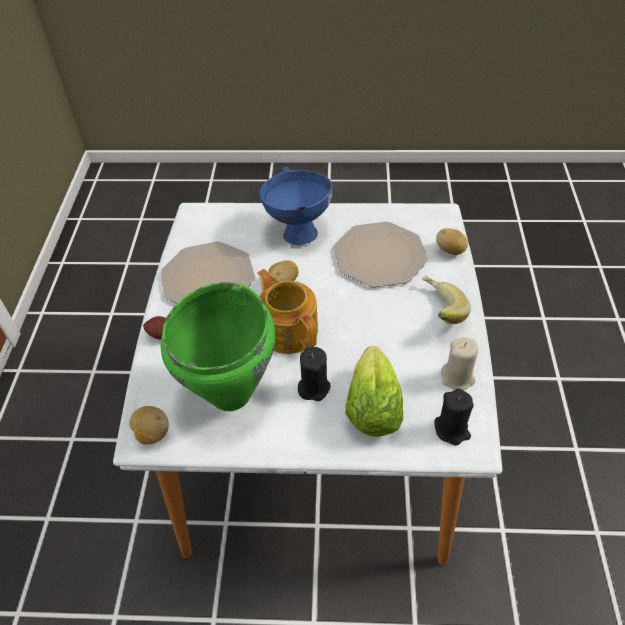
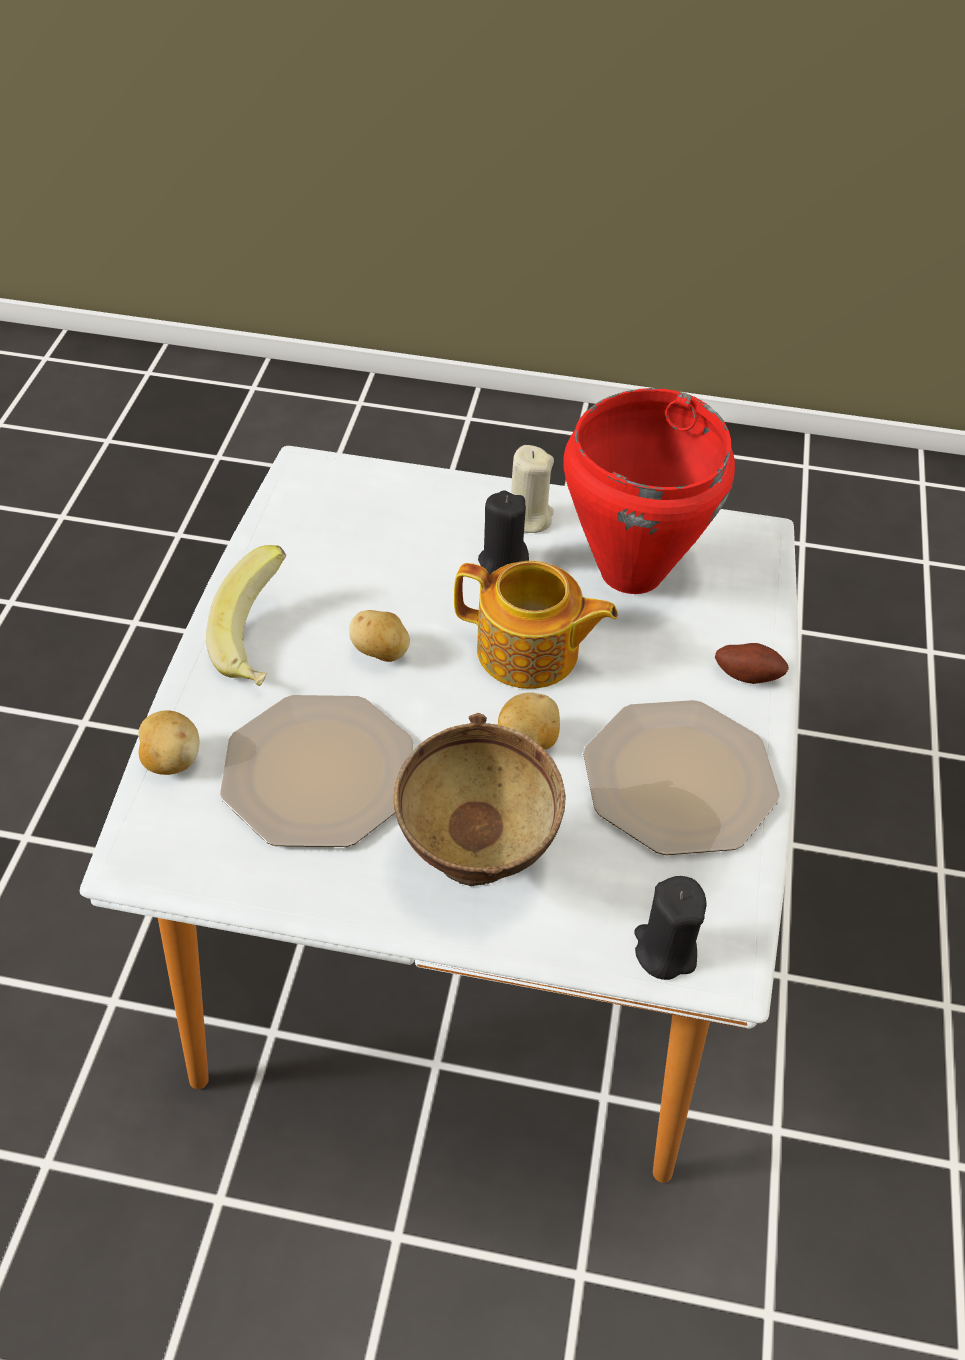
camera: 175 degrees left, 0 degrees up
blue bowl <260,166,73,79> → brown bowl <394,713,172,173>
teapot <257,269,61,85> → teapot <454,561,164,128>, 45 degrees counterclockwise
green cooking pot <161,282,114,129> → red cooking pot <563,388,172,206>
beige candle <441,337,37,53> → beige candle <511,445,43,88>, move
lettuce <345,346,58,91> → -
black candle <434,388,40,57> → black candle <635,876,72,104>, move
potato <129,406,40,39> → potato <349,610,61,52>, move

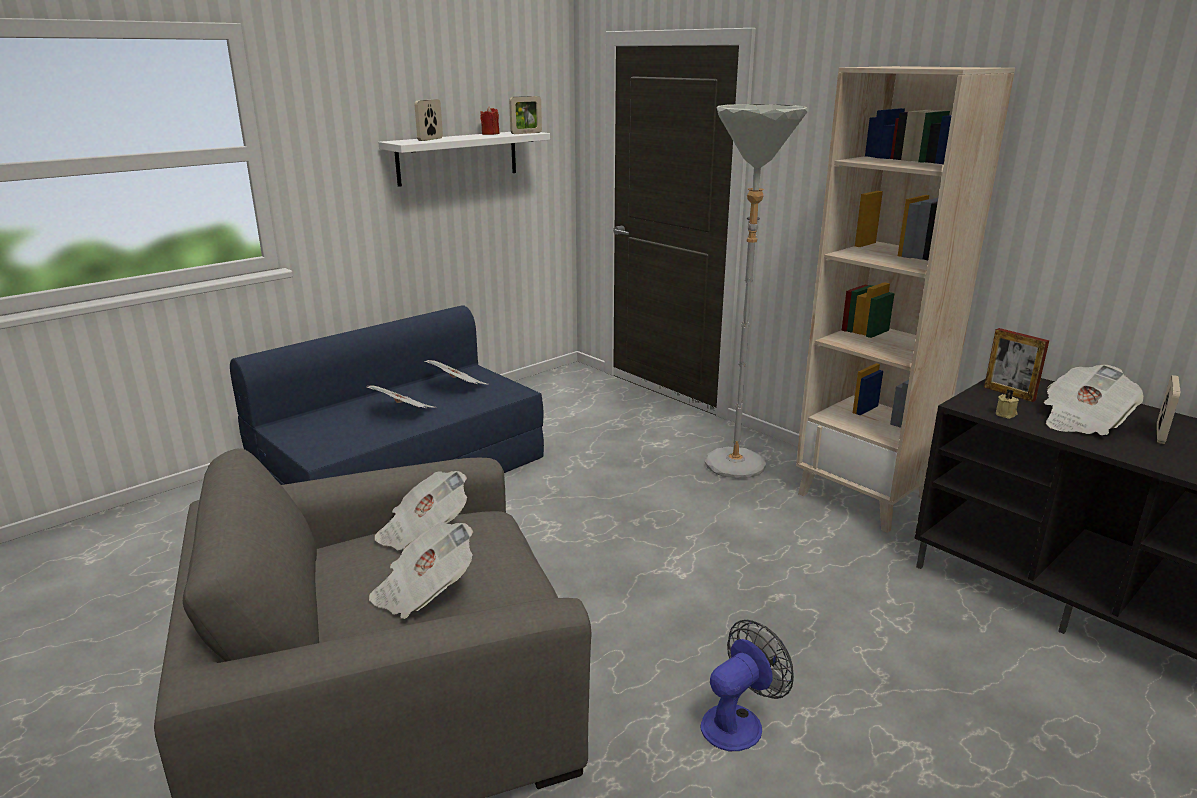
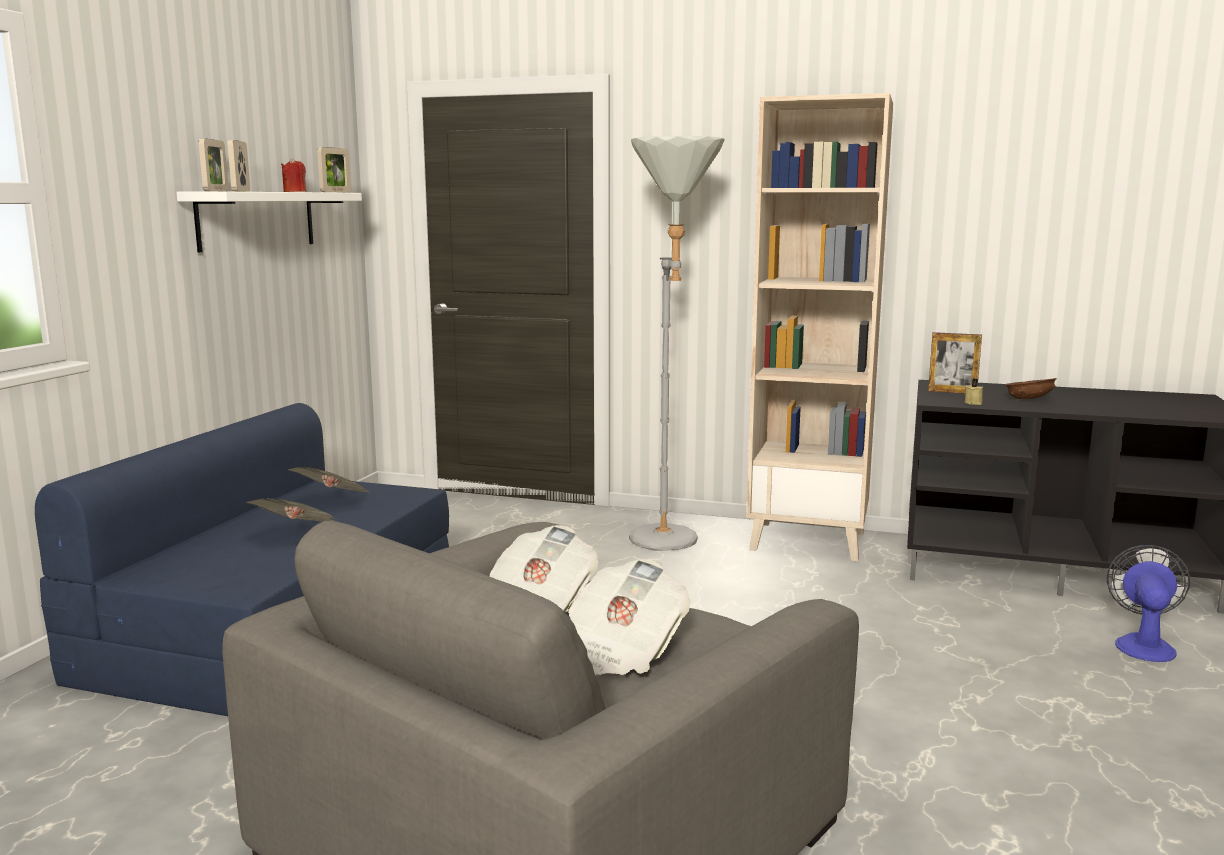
camera: 30 degrees left, 10 degrees down
newspaper <1044,365,100,70> → brown bowl <1005,378,51,21>
picture frame <1156,375,24,69> → picture frame <199,139,29,52>, move
fan <700,620,94,131> → fan <1107,545,83,117>, move

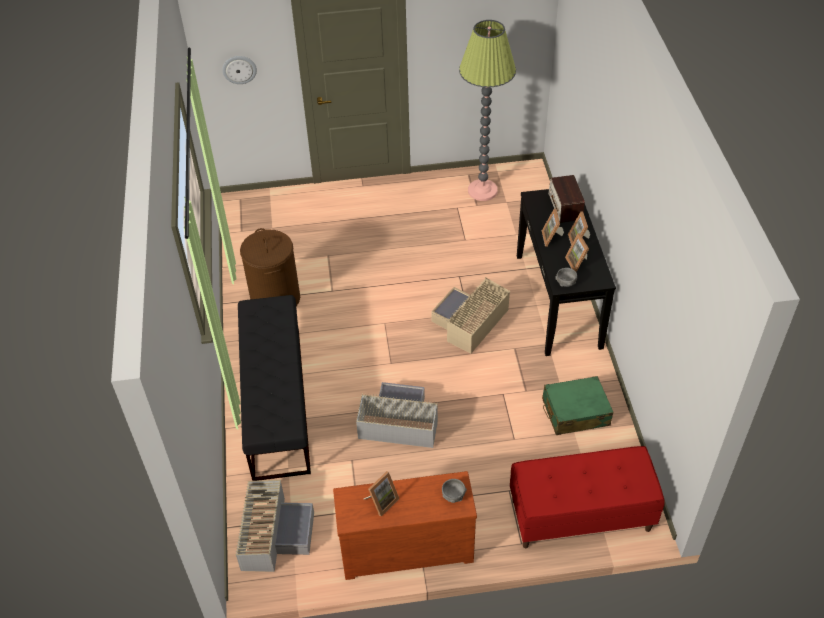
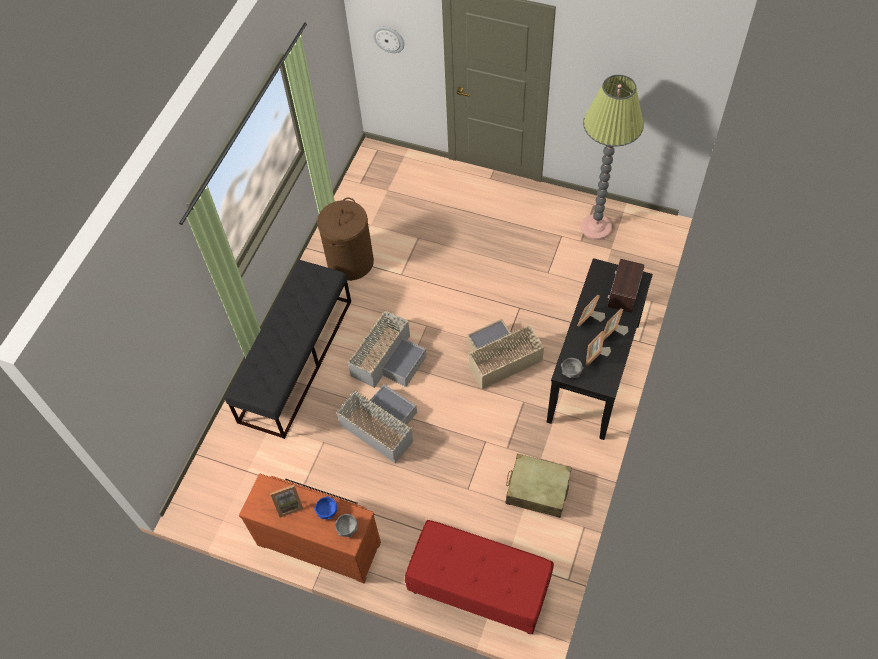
camera: 30 degrees right, 10 degrees up
green suitcase <542,376,71,59> → beige suitcase <506,454,66,64>
grey storage box <235,480,79,92> → grey storage box <348,310,79,78>, move
- → blue bowl <314,496,23,23>

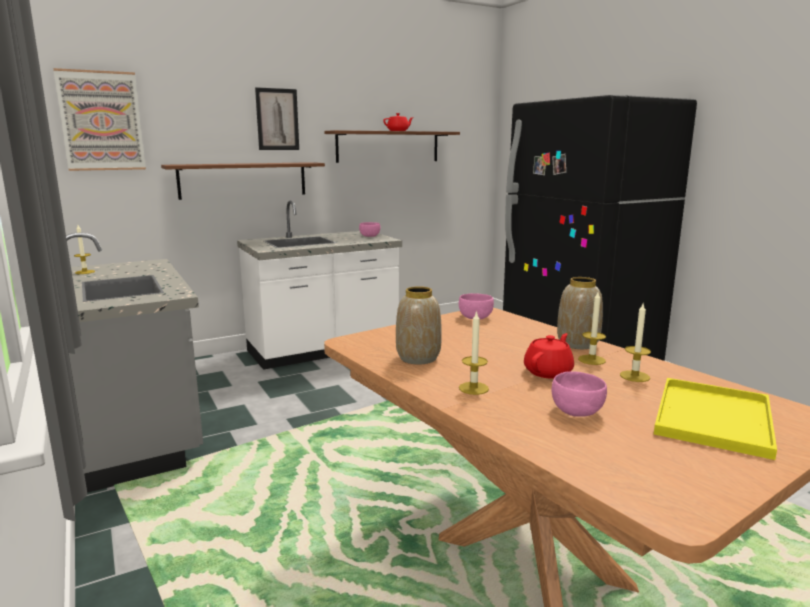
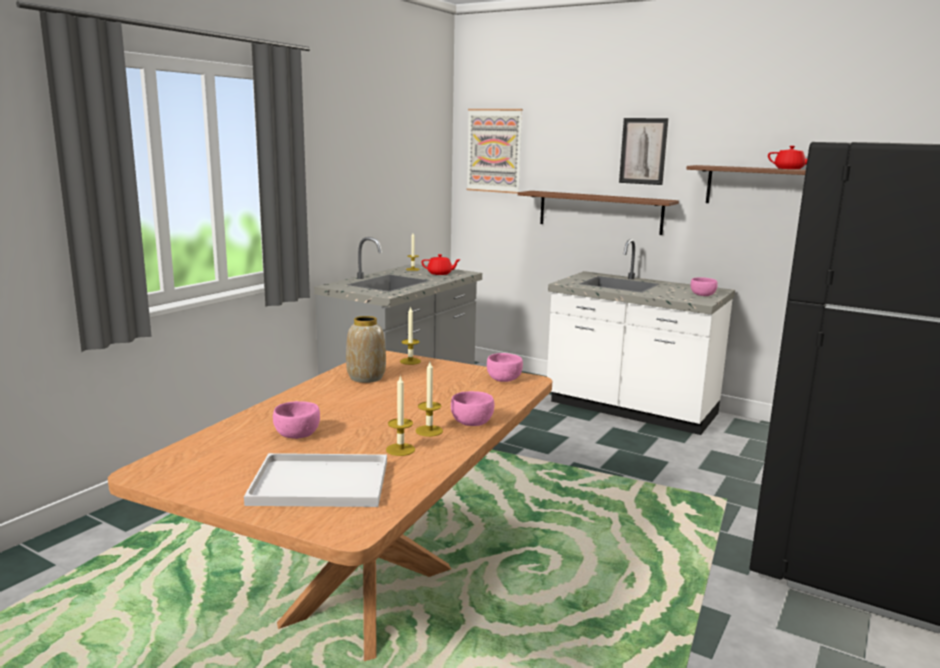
camera: 60 degrees right, 0 degrees up
vase <557,277,46,72> → pink bowl <451,391,43,35>
candle <459,311,30,84> → candle <400,306,21,59>, move
red teapot <524,333,50,46> → red teapot <421,254,40,21>, move
yellow tray <654,378,123,82> → white tray <244,453,143,54>

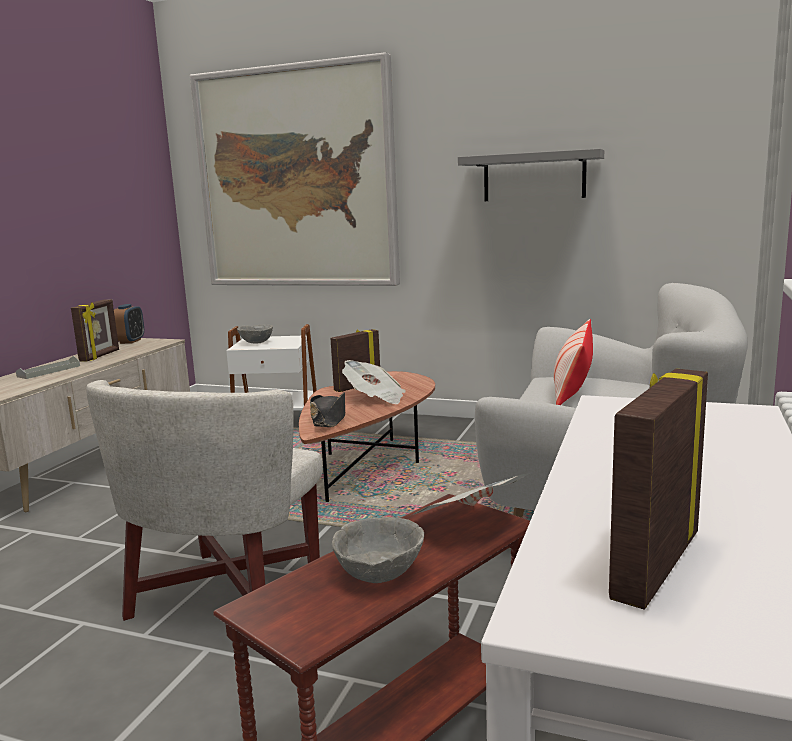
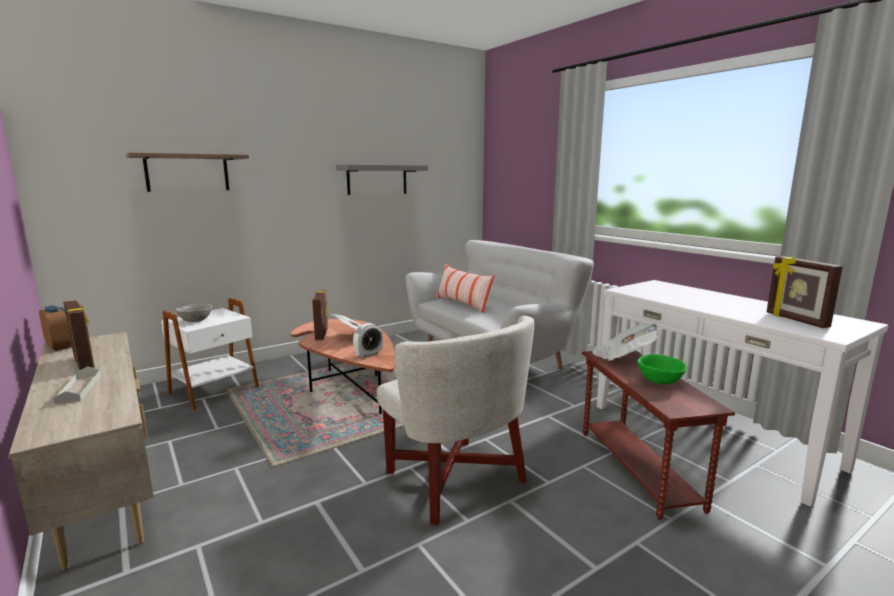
camera: 55 degrees left, 0 degrees up
picture <190,52,210,234> → shelf <126,152,123,40>
black hat <310,392,35,35> → alarm clock <353,323,30,35>
grey bowl <332,517,92,66> → green bowl <637,354,50,31>

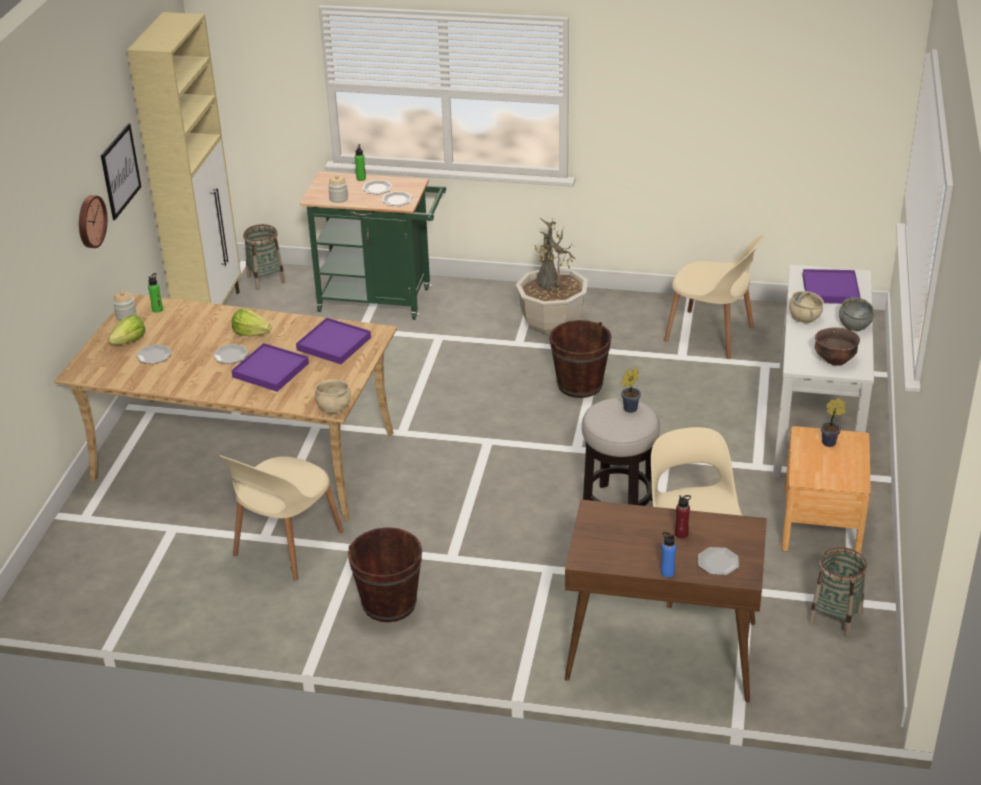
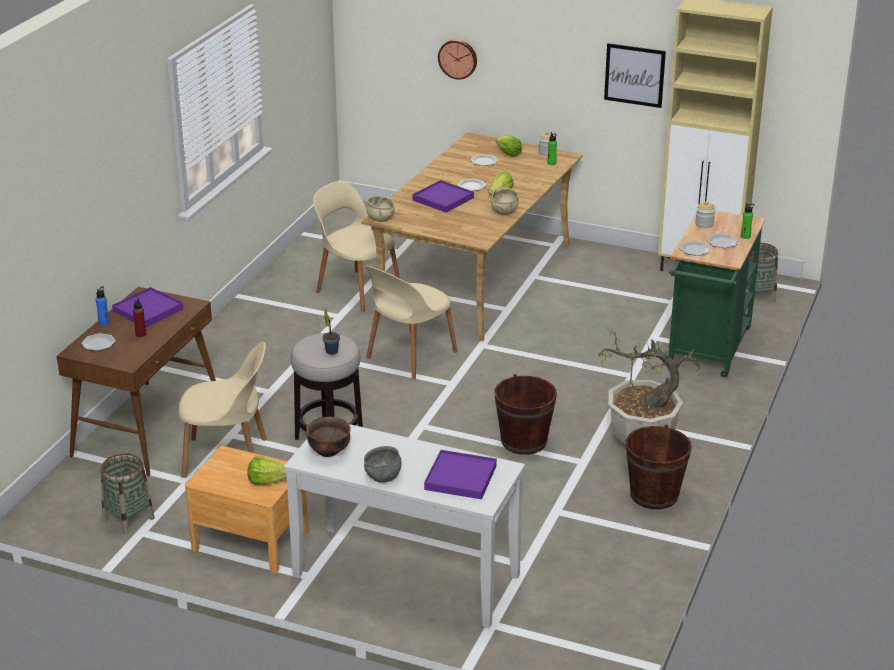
camera: 100 degrees right, 5 degrees down
wall clock <79,195,28,53> → wall clock <438,39,39,41>, move
beige chair <664,235,100,124> → beige chair <365,266,93,113>, move
beige bowl <789,291,35,32> → beige bowl <491,188,28,27>, move
purple tray <296,318,75,46> → purple tray <112,287,71,40>, move
potted plant <821,398,25,49> → lettuce <248,456,39,29>
brown bucket <348,527,74,95> → brown bucket <625,425,67,84>, move

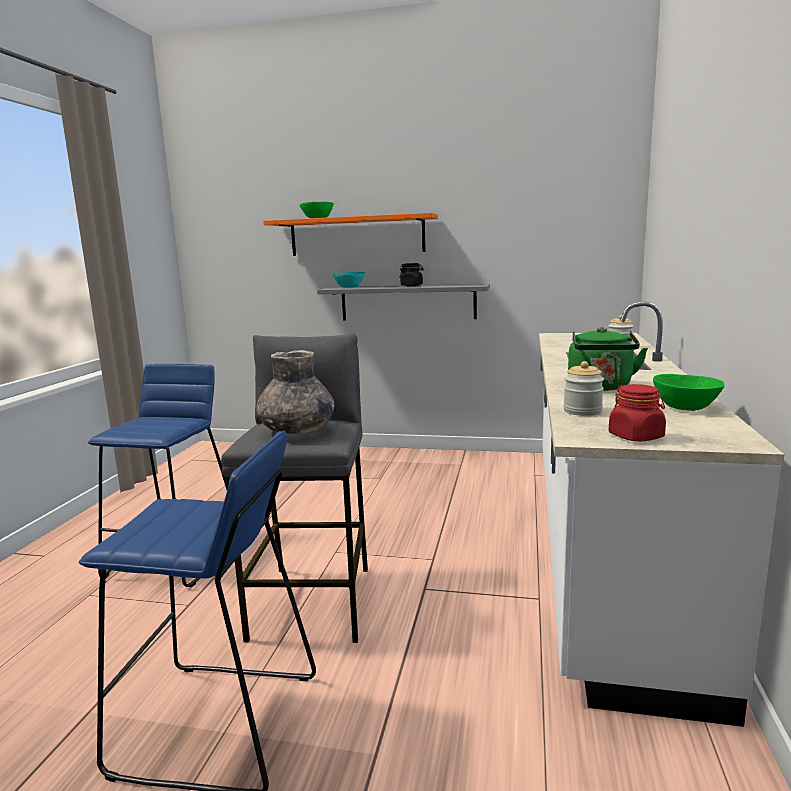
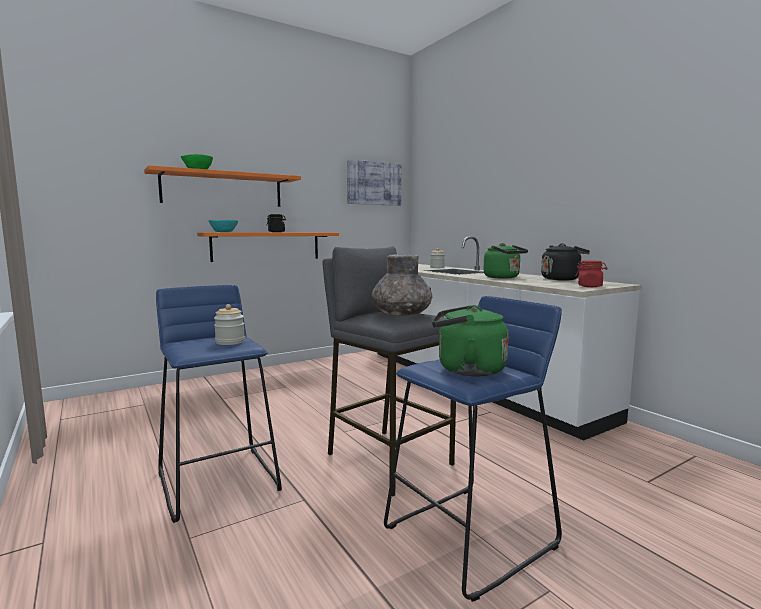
camera: 45 degrees left, 5 degrees down
grey shelf <317,284,173,36> → orange shelf <197,233,142,29>
jar <563,361,41,55> → jar <214,304,31,41>, move
green bowl <653,374,72,37> → black kettle <541,243,49,38>
- → picture <347,159,54,47>
- → green kettle <432,305,77,71>

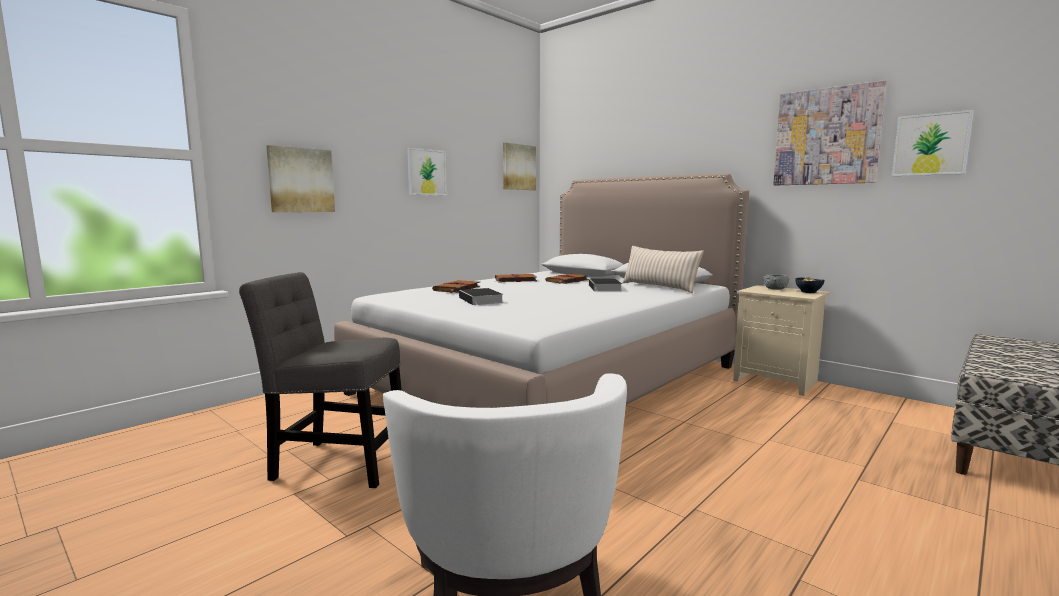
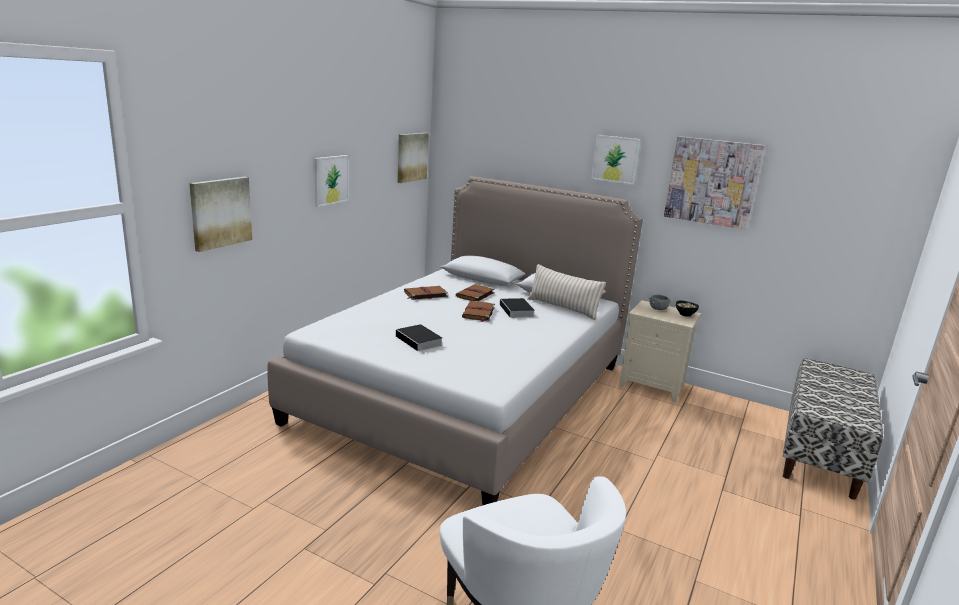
camera: 15 degrees left, 10 degrees up
picture <892,110,82,66> → picture <591,135,50,50>, move
grey chair <239,272,163,216> → -
brown book <432,280,48,13> → brown book <462,301,33,21>, move

